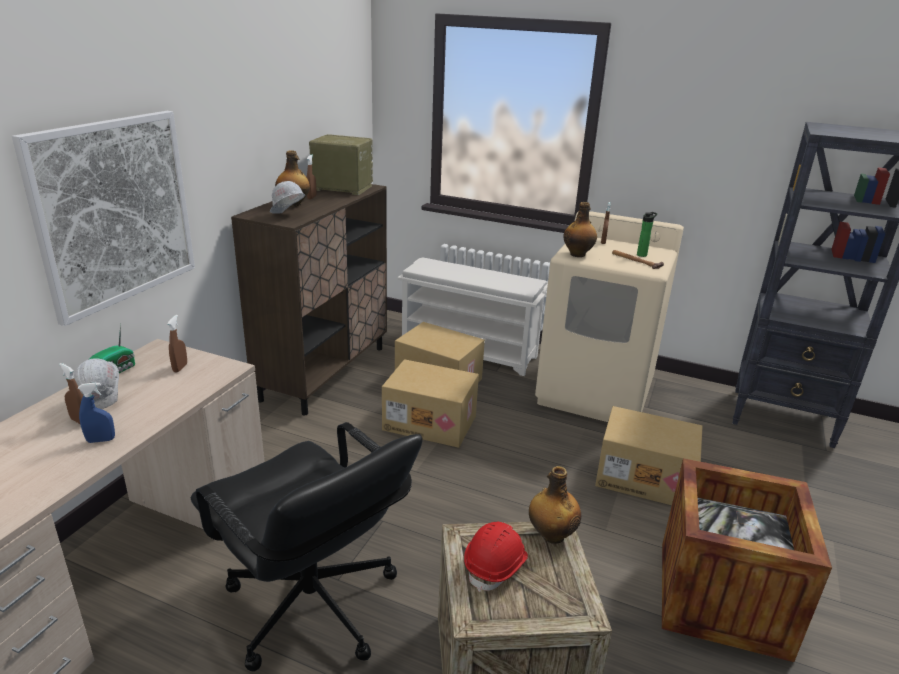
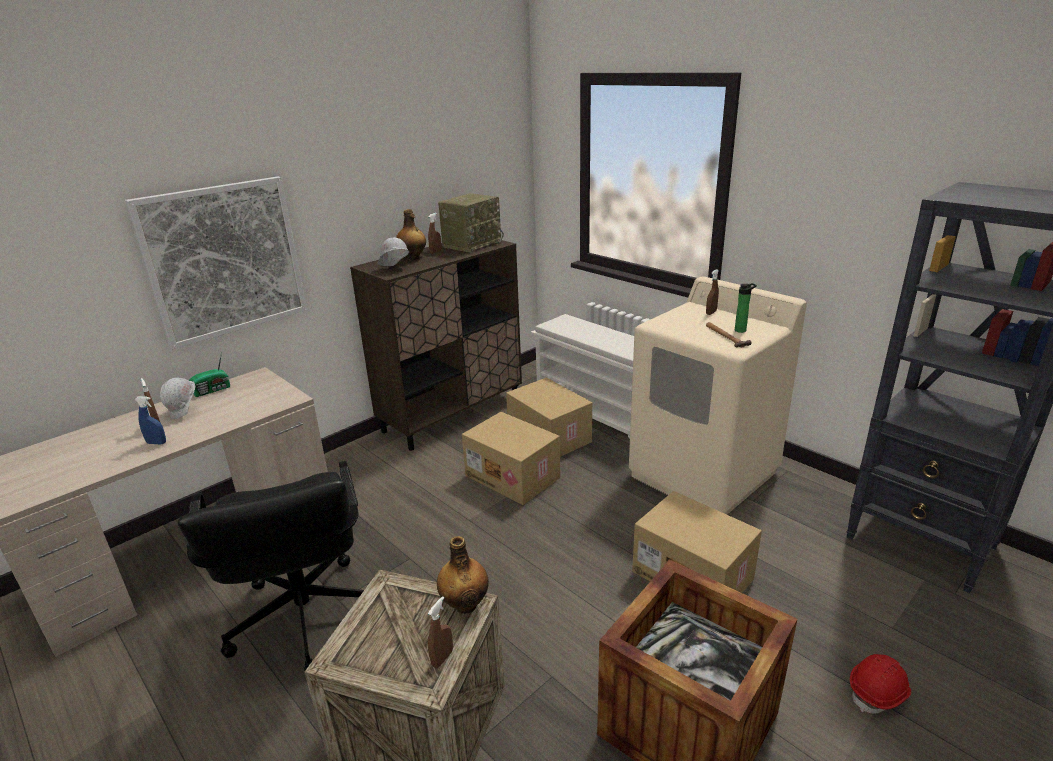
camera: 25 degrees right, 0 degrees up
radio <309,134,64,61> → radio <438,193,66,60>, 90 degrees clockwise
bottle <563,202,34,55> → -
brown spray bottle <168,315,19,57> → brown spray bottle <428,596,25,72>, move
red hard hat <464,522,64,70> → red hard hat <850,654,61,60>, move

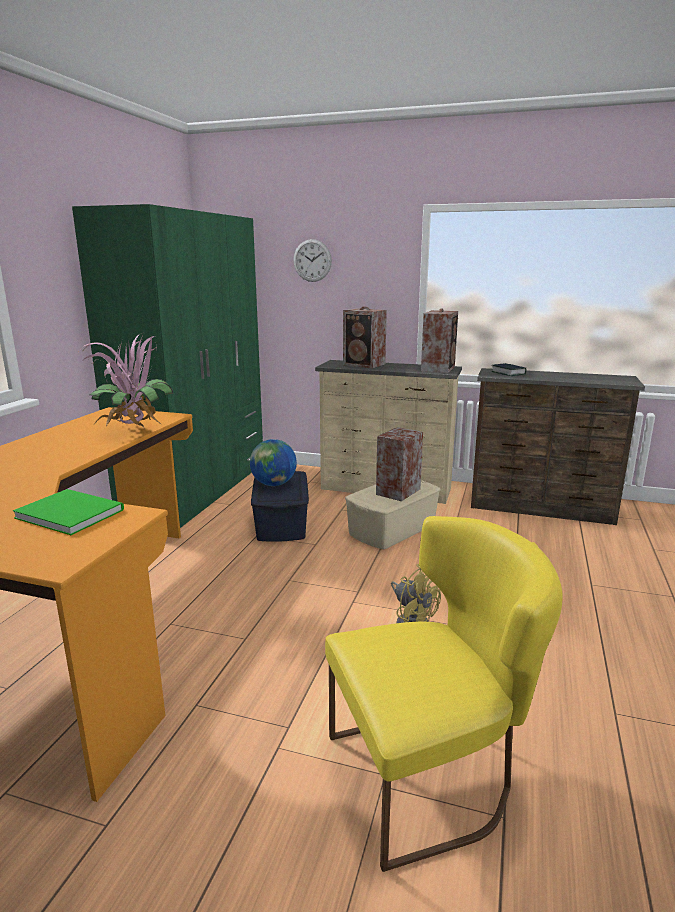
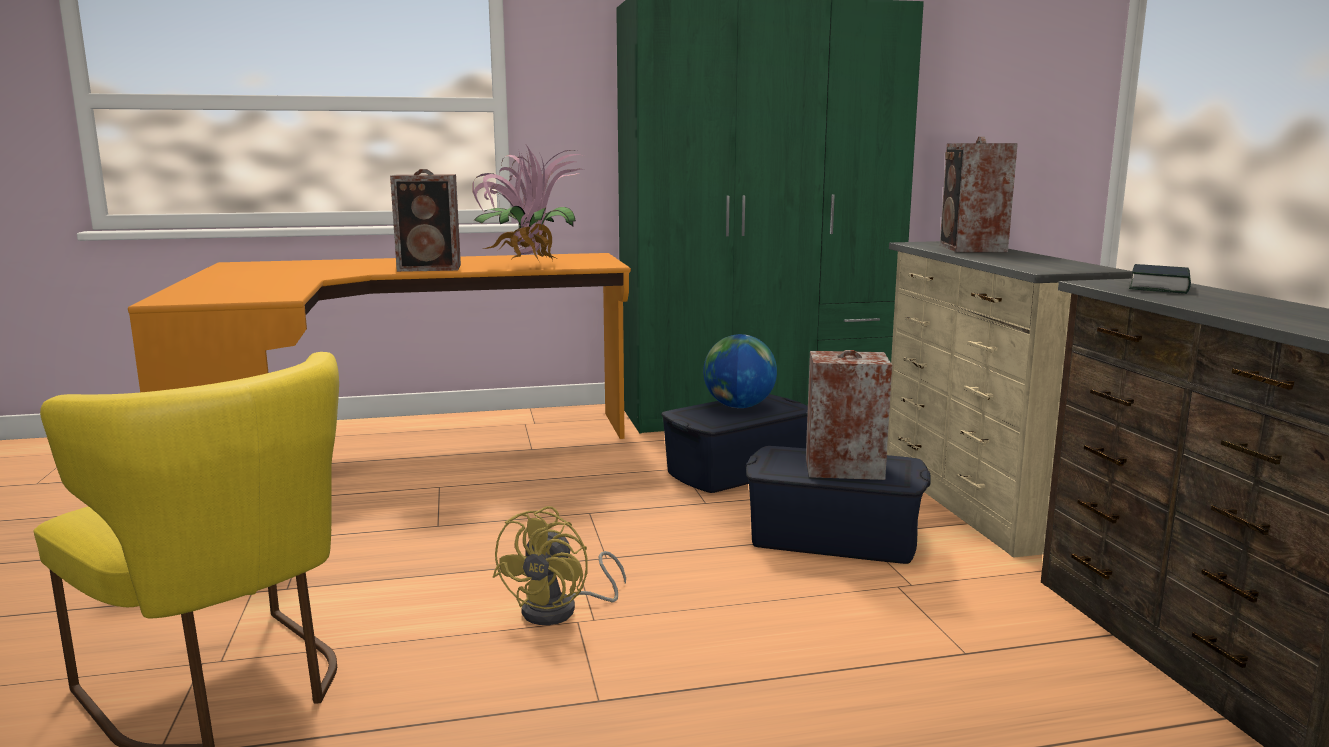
camera: 60 degrees right, 5 degrees down
wall clock <293,239,39,43> → -
speaker <421,308,37,65> → speaker <390,169,71,103>, move
beige storage box <345,480,96,69> → blue storage box <745,446,186,118>
green book <13,489,111,46> → -

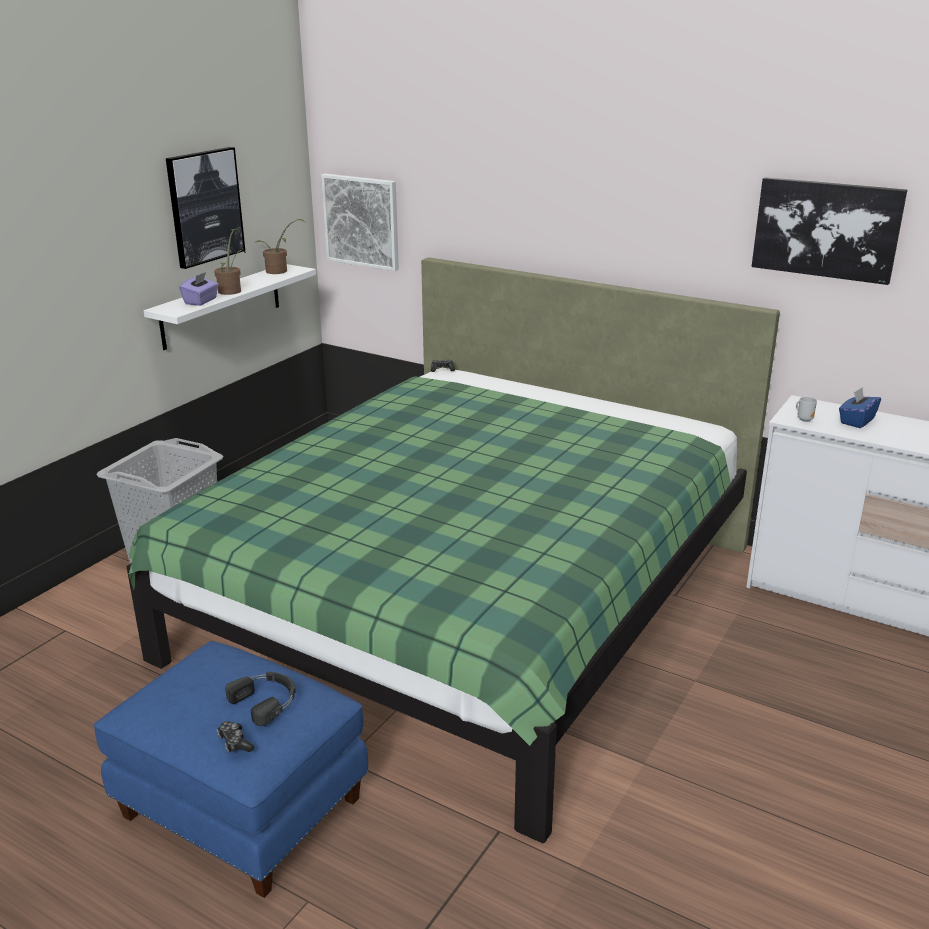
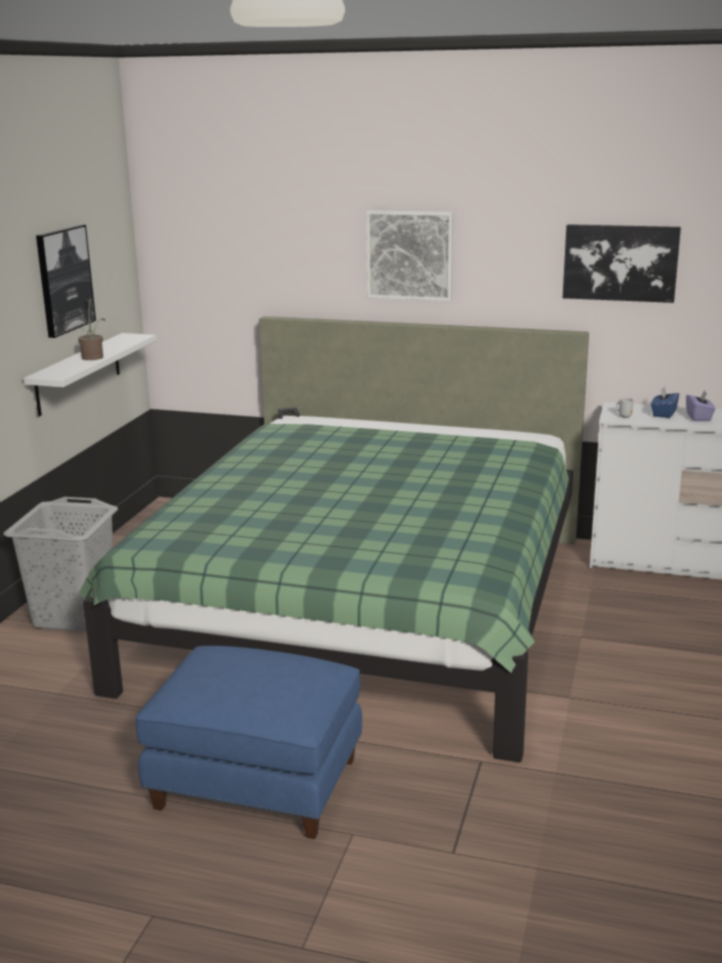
camera: 15 degrees left, 5 degrees down
picture <321,174,78,97> → picture <366,210,87,92>, move
potted plant <255,219,50,55> → -
purple tissue box <179,272,40,34> → purple tissue box <686,391,29,30>, move
black headphones <225,672,71,54> → -
game controller <217,721,37,31> → -

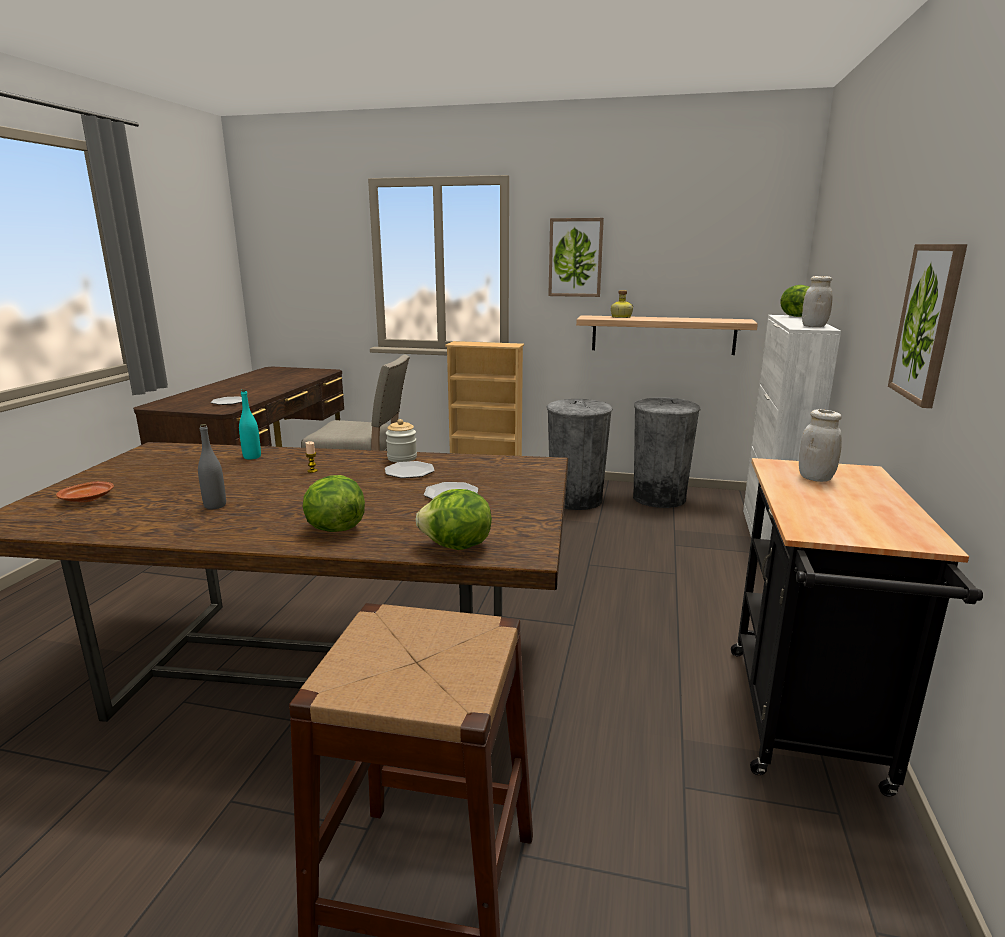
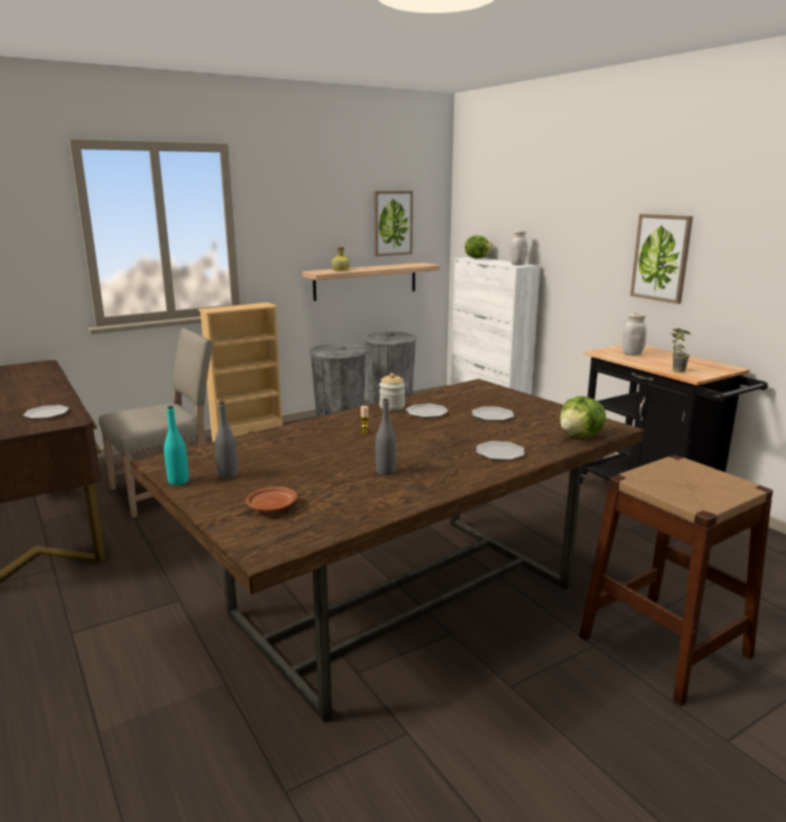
camera: 45 degrees left, 0 degrees up
picture <548,218,56,79> → picture <374,191,39,65>, move
turquoise bottle <239,389,22,71> → turquoise bottle <164,406,25,79>, move
lettuce <302,475,63,57> → plate <476,441,49,19>
- → potted plant <671,328,20,44>
- → grey bottle <215,401,23,78>

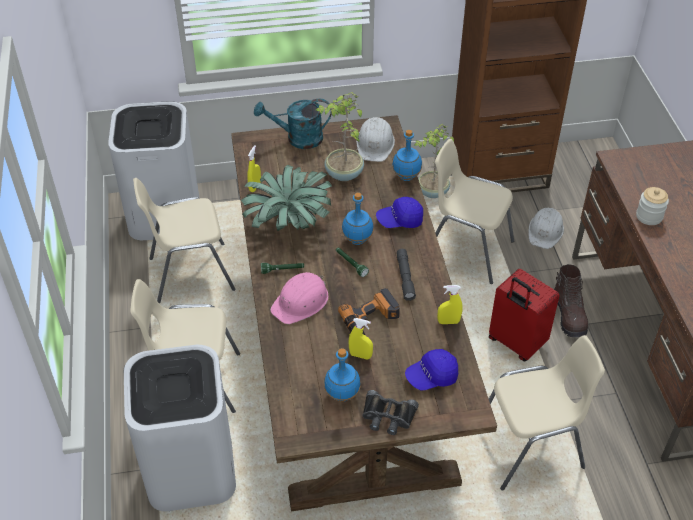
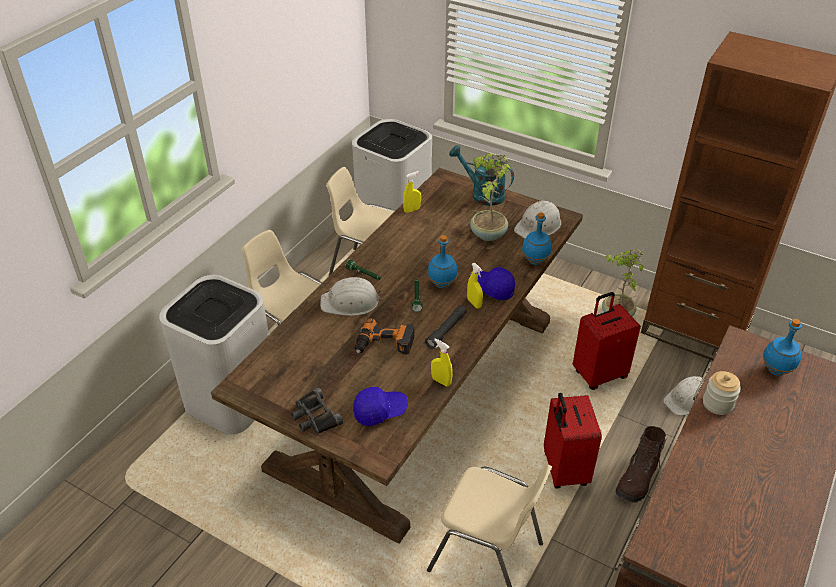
camera: 40 degrees right, 5 degrees down
beige chair <435,139,79,145> → red suitcase <573,292,68,98>
potted plant <241,165,91,66> → -
pink hard hat <270,272,58,52> → white hard hat <320,277,62,39>
yellow spray bottle <348,318,25,41> → yellow spray bottle <467,263,16,45>, move
blue bottle <324,348,37,54> → blue bottle <763,319,39,57>, move
blue cap <405,349,53,42> → blue cap <353,387,55,39>, 150 degrees clockwise

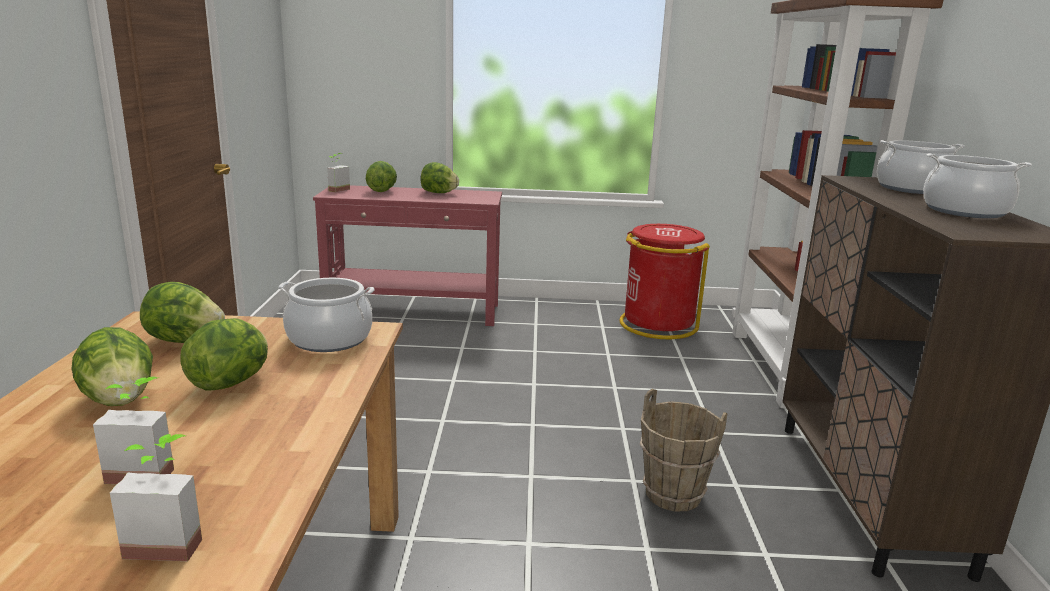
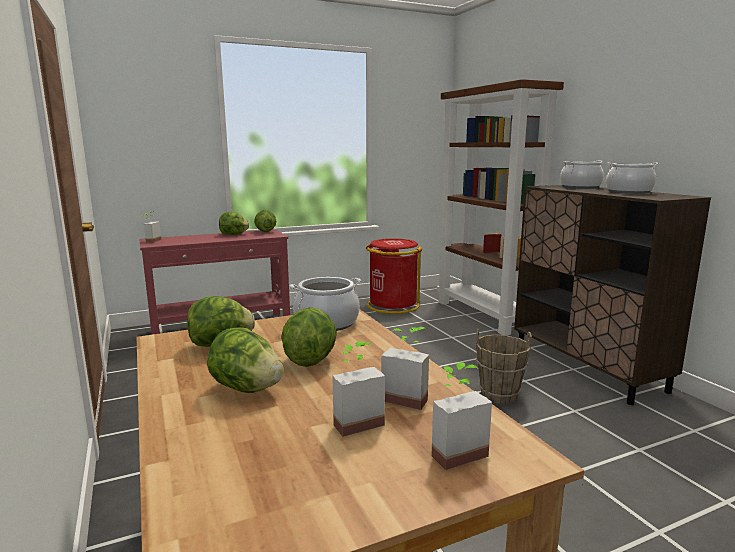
camera: 25 degrees left, 5 degrees down
lettuce <366,161,31,31> → lettuce <254,209,22,23>, move
- → potted plant <381,327,48,83>

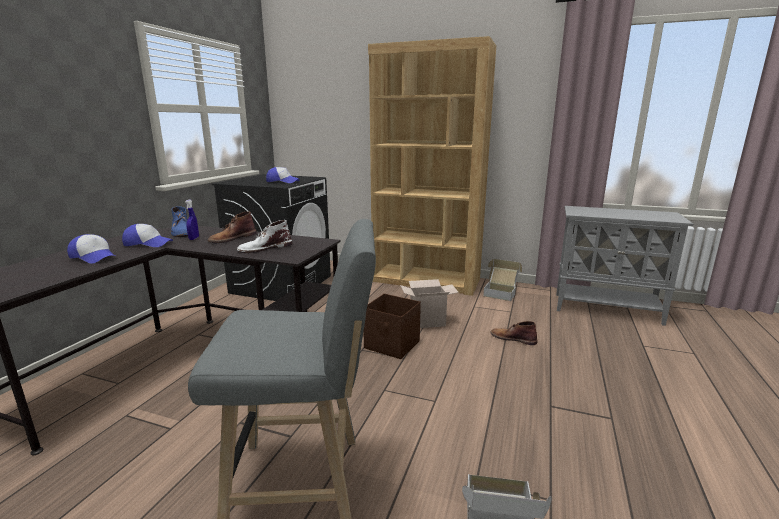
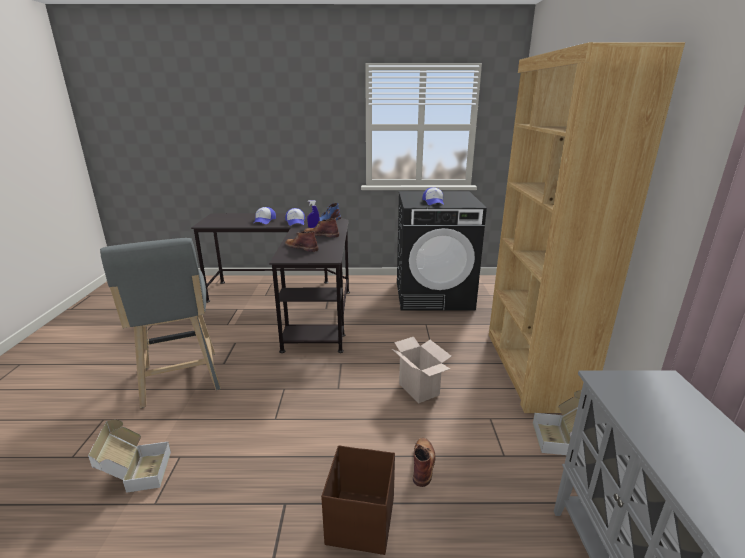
camera: 70 degrees right, 5 degrees up
white boot <237,220,55,33> → brown boot <285,231,34,21>
brown storage box <364,294,57,65> → brown storage box <321,445,74,110>, move

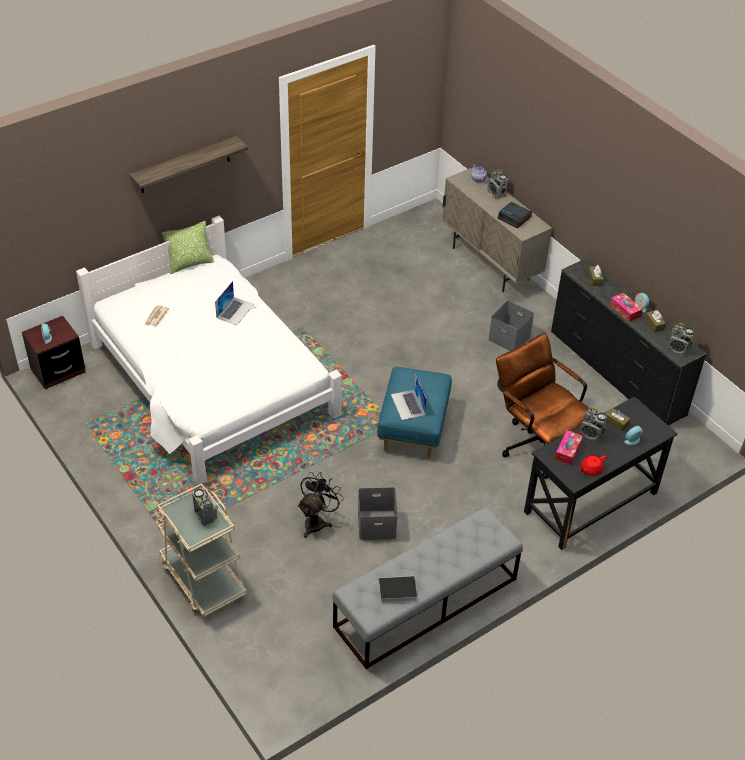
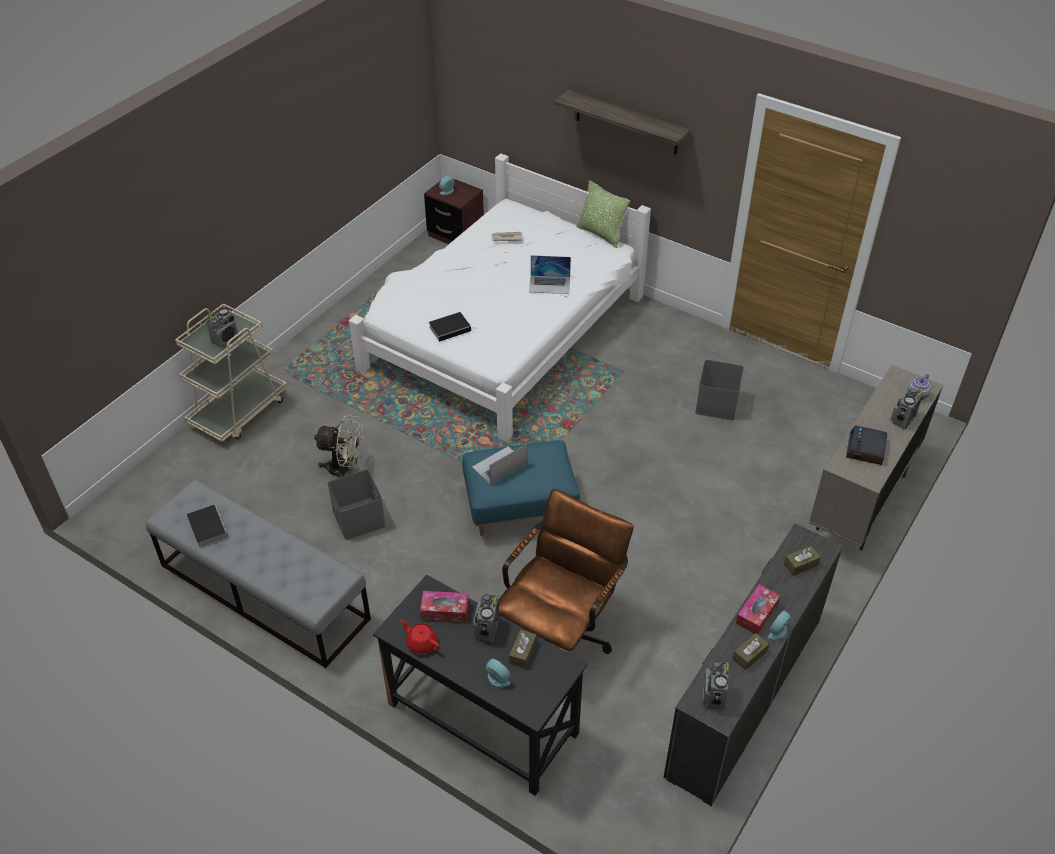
camera: 70 degrees right, 0 degrees up
grey storage box <488,300,46,51> → grey storage box <695,360,49,61>, move
black fan <298,472,46,66> → beige fan <314,415,50,63>
- → book <429,312,47,30>

